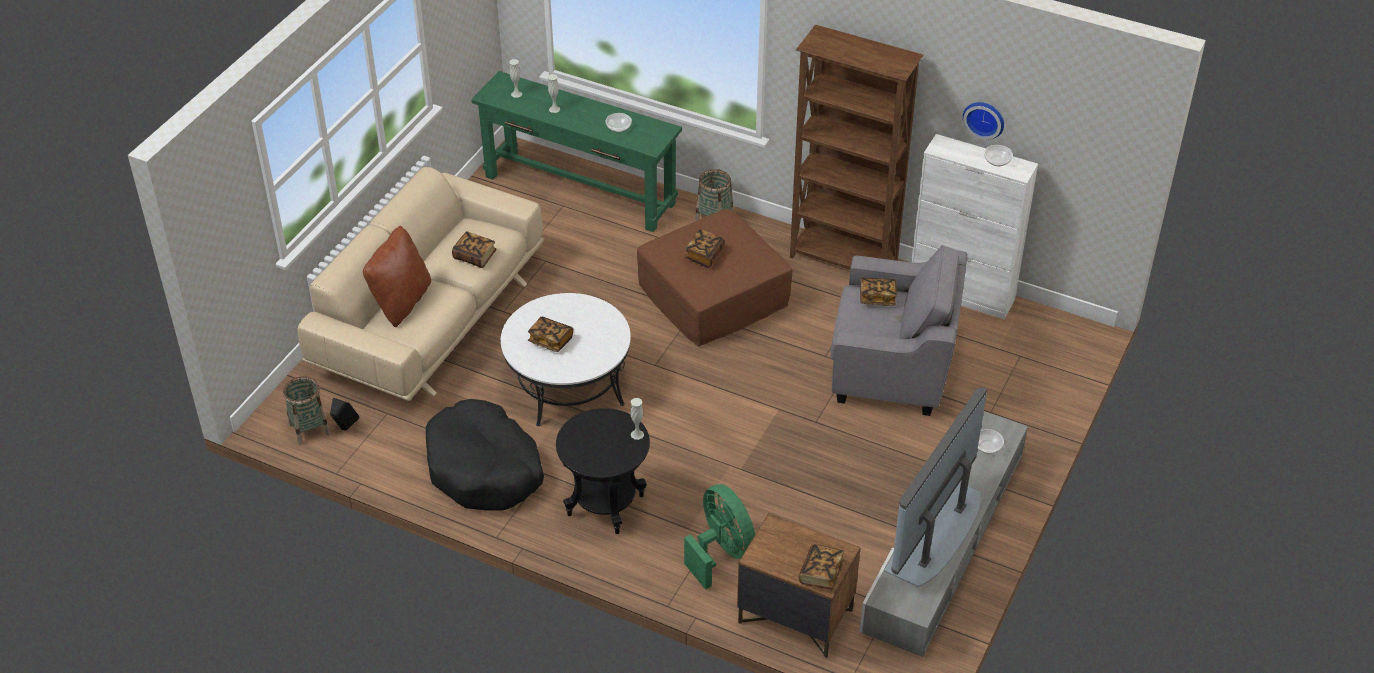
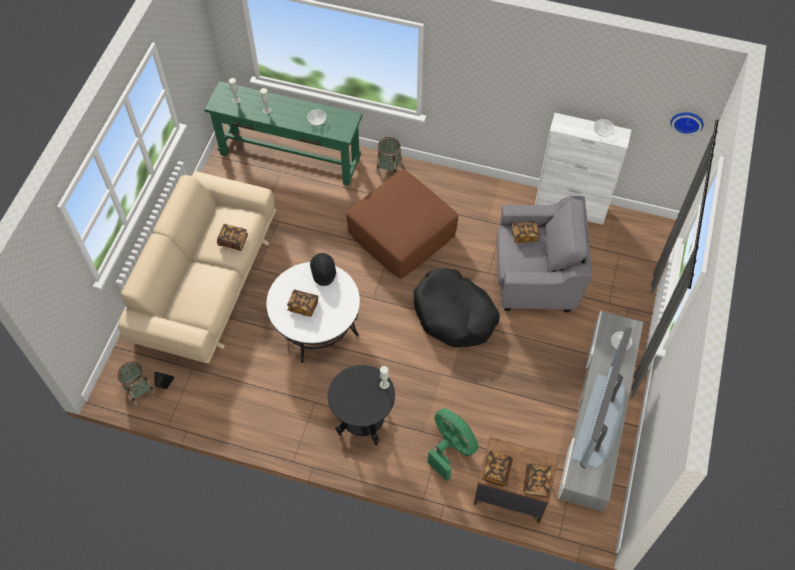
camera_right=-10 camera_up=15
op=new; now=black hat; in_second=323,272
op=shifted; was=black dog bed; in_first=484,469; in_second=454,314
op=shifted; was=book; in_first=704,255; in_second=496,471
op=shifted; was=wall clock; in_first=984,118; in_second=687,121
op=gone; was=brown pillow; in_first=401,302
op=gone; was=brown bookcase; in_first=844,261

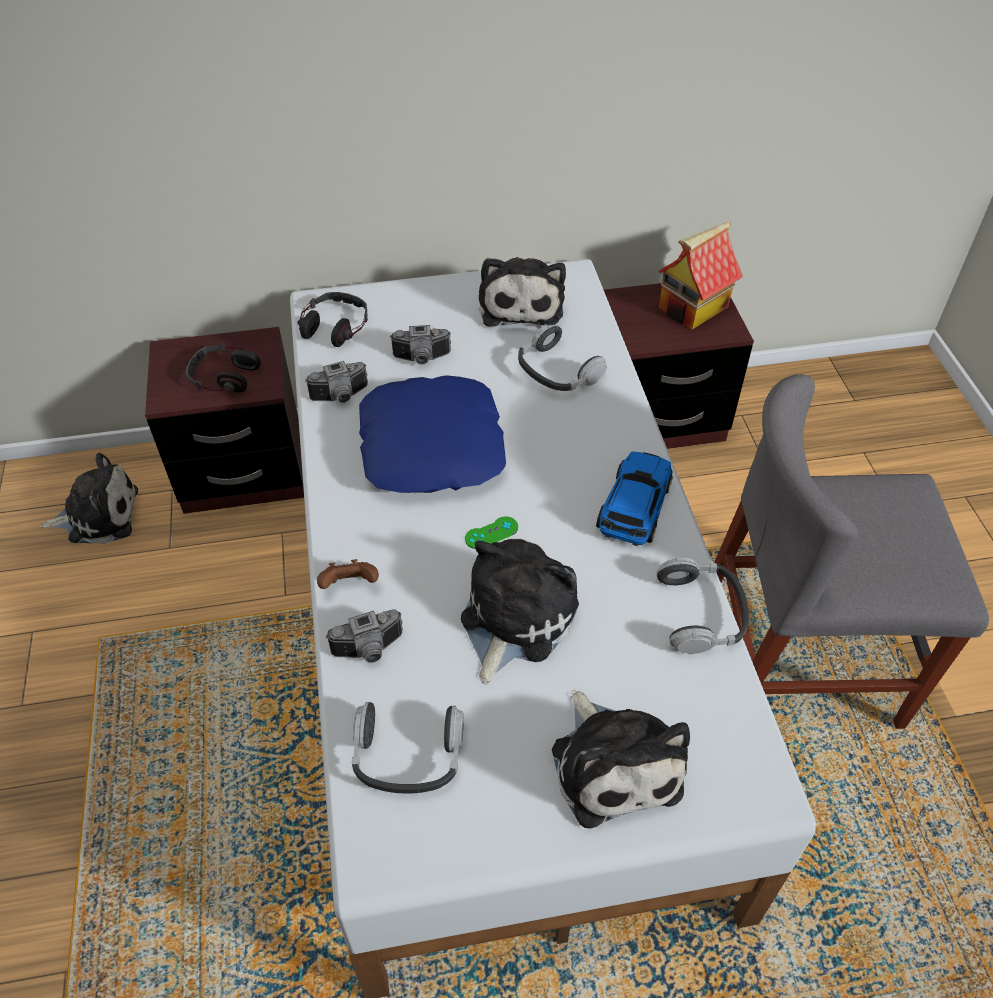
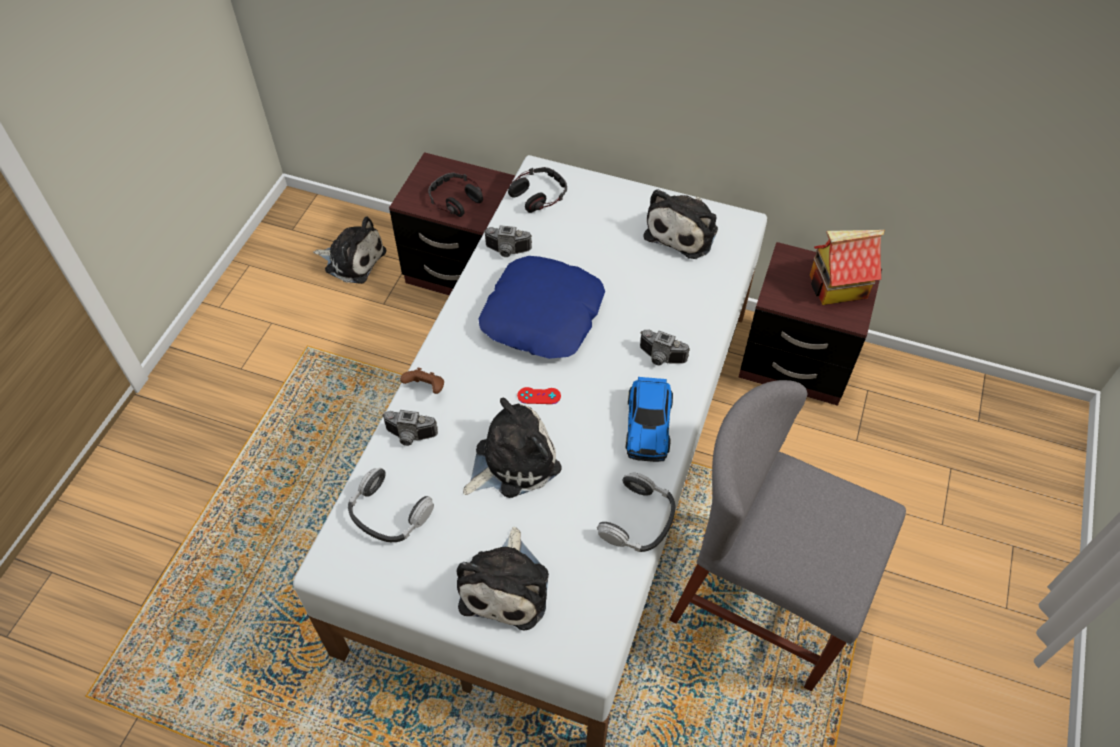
camera_right=30 camera_up=5
op=repainted; was=green game controller; now=red game controller; in_first=491,533; in_second=539,396
op=rotated; was=toy car; in_first=633,508; in_second=648,424; clockwise=135
op=shifted; was=photo camera; in_first=422,359; in_second=660,359
op=gone; was=headphones; in_first=557,371

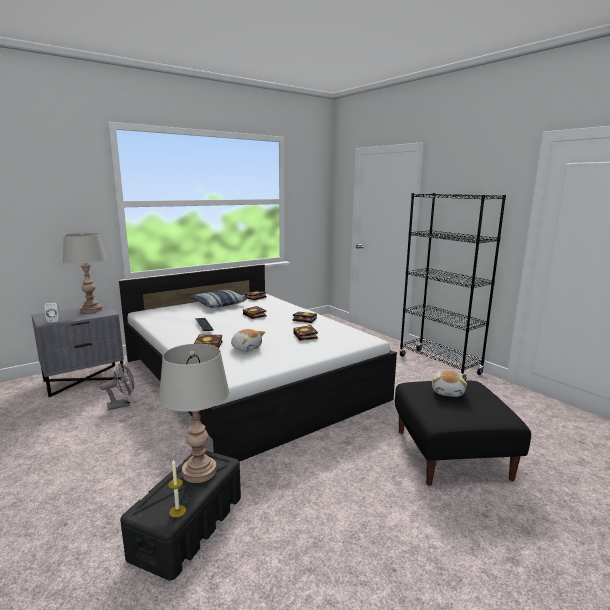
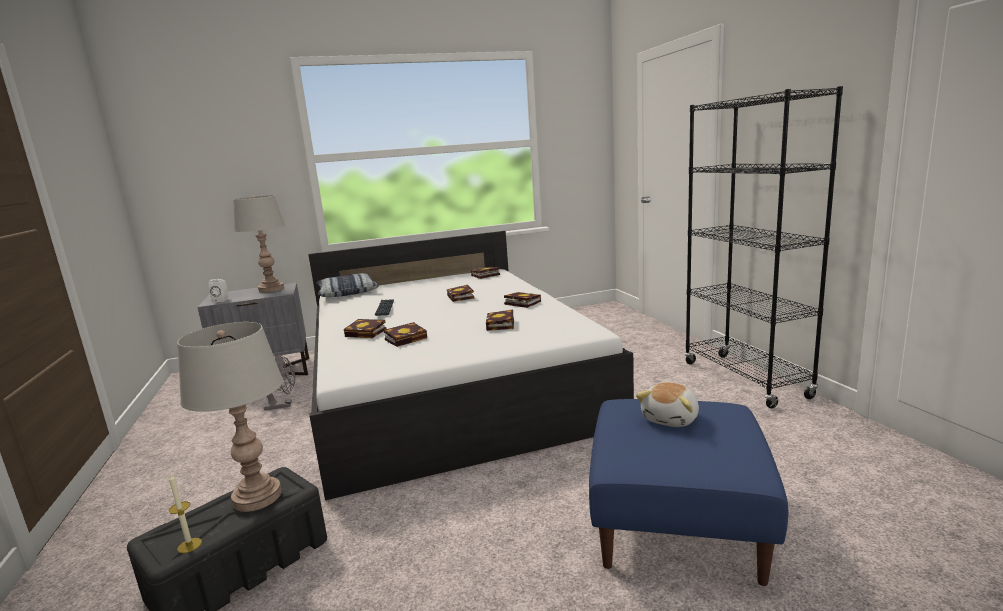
camera_right=20 camera_up=0
op=shifted; was=pillow; in_first=218,304; in_second=347,292
op=swapped; was=plush toy; now=book; in_first=246,348; in_second=407,338
op=repainted; was=black ottoman; now=blue ottoman; in_first=452,454; in_second=678,523

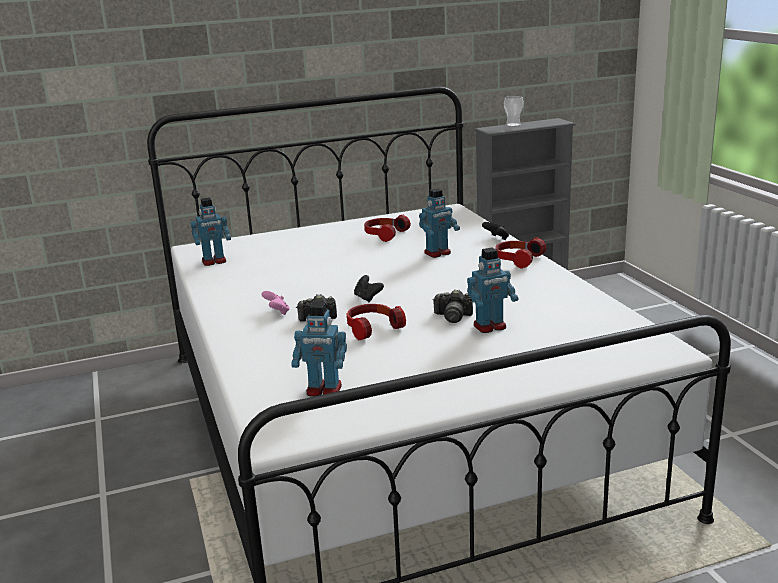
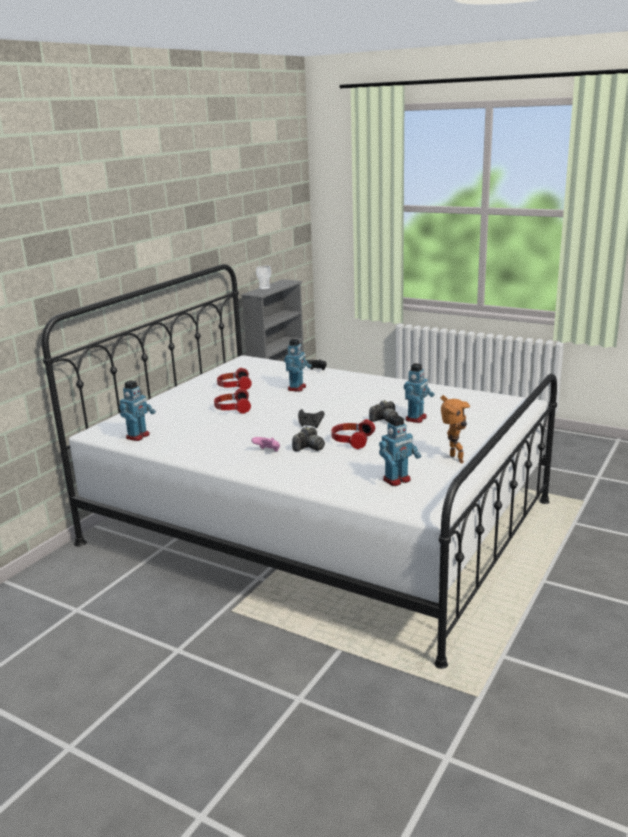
camera_right=-40 camera_up=0
op=shifted; was=headphones; in_first=517,260; in_second=232,408
op=new; now=toy robot; in_second=454,460

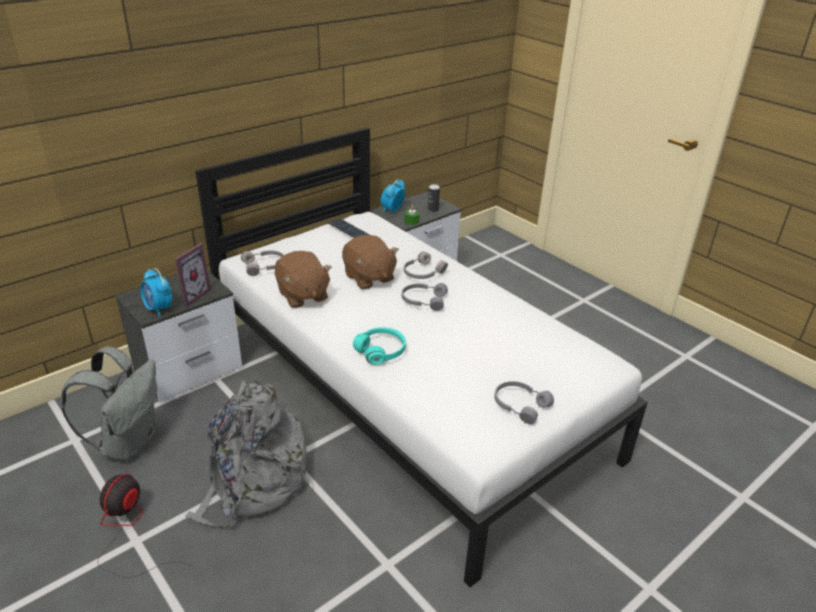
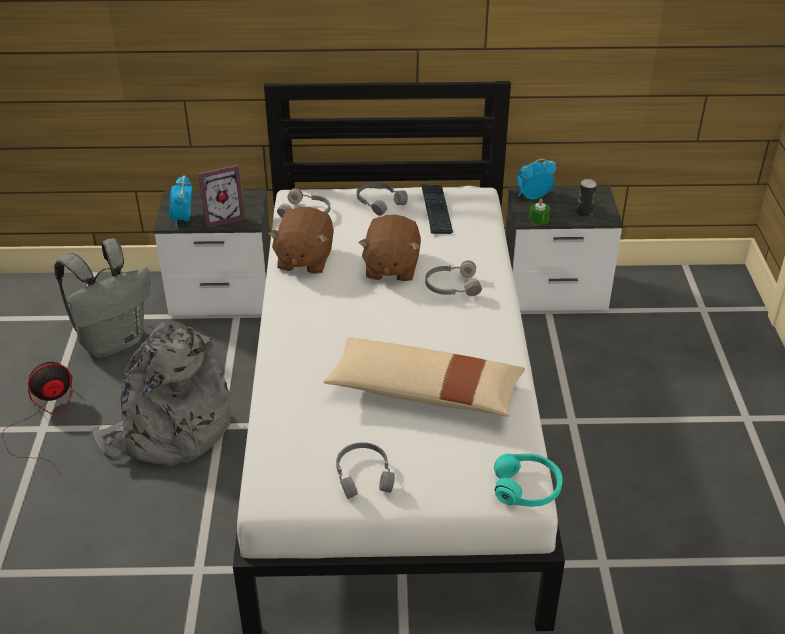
camera_right=40 camera_up=5
op=new; now=beige pillow; in_second=424,392
op=shifted; was=grey headphones; in_first=423,300; in_second=379,202
op=shifted; was=turquoise headphones; in_first=381,351; in_second=527,487

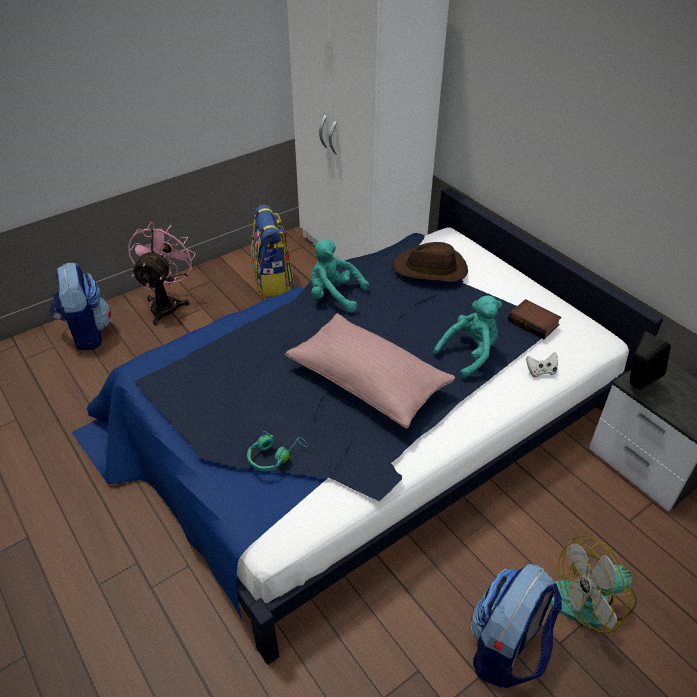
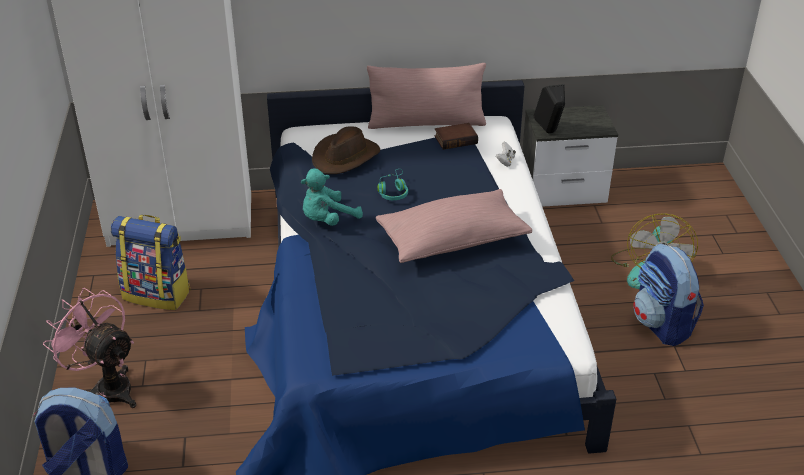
camera_right=-60 camera_up=-5
op=new; now=pink pillow; in_second=426,123
op=shifted; was=turquoise headphones; in_first=274,456; in_second=393,191
op=gone; was=turquoise plush toy; in_first=470,354

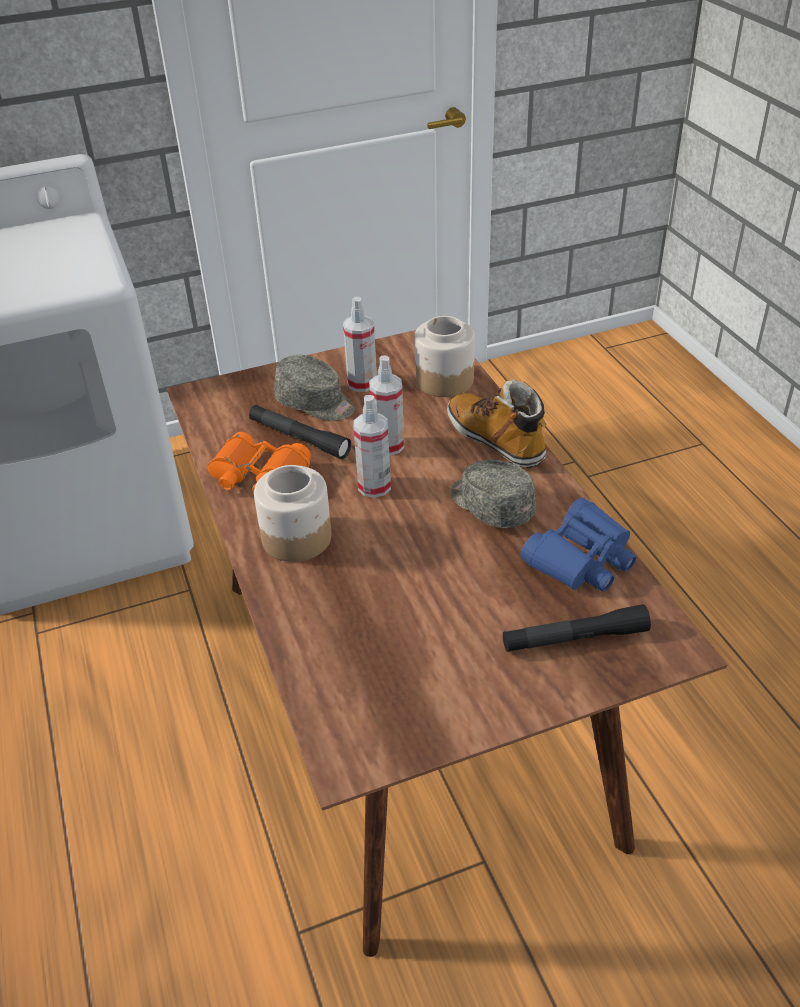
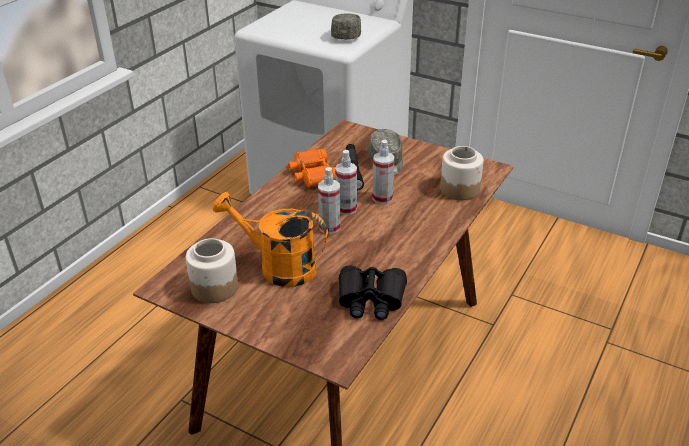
camera_right=50 camera_up=-5
op=shifted; was=jar; in_first=296,538; in_second=214,287
op=new; now=orange watering can; in_second=278,267
op=shifted; was=spray bottle; in_first=362,383; in_second=329,227
op=shifted; was=grey cap; in_first=490,505; in_second=347,35
op=repainted; was=blue binoculars; now=black binoculars; in_first=581,559; in_second=371,299
op=gone; was=boot; in_first=496,440
op=gone; was=black flashlight; in_first=574,638

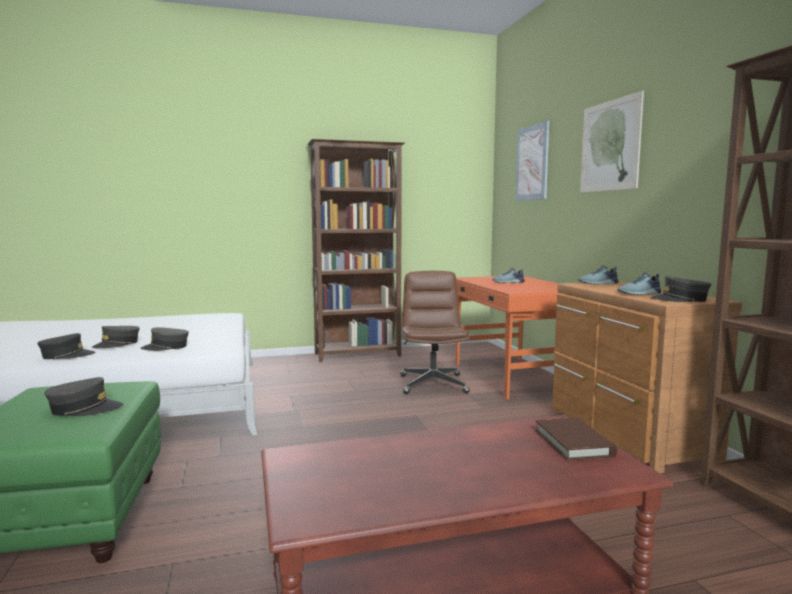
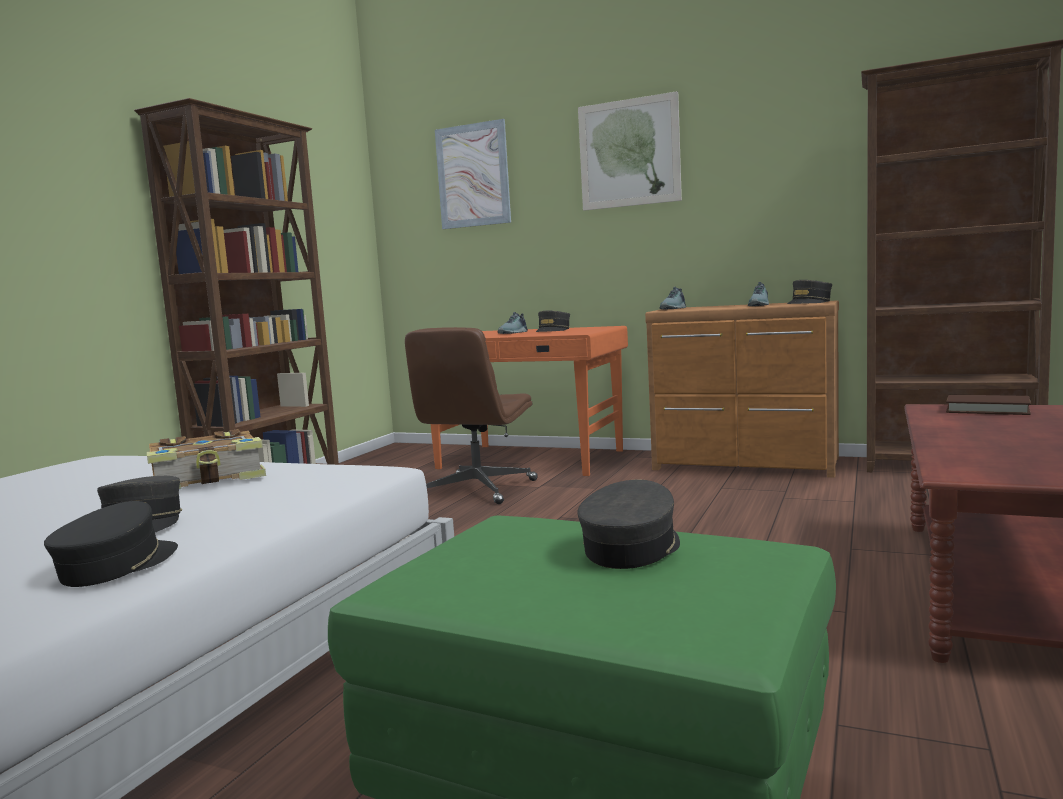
camera_right=-50 camera_up=0
op=new; now=book; in_second=209,478
op=rotated; was=brown office chair; in_first=432,384; in_second=477,490; clockwise=-105
op=shifted; was=grey cap; in_first=166,347; in_second=553,330

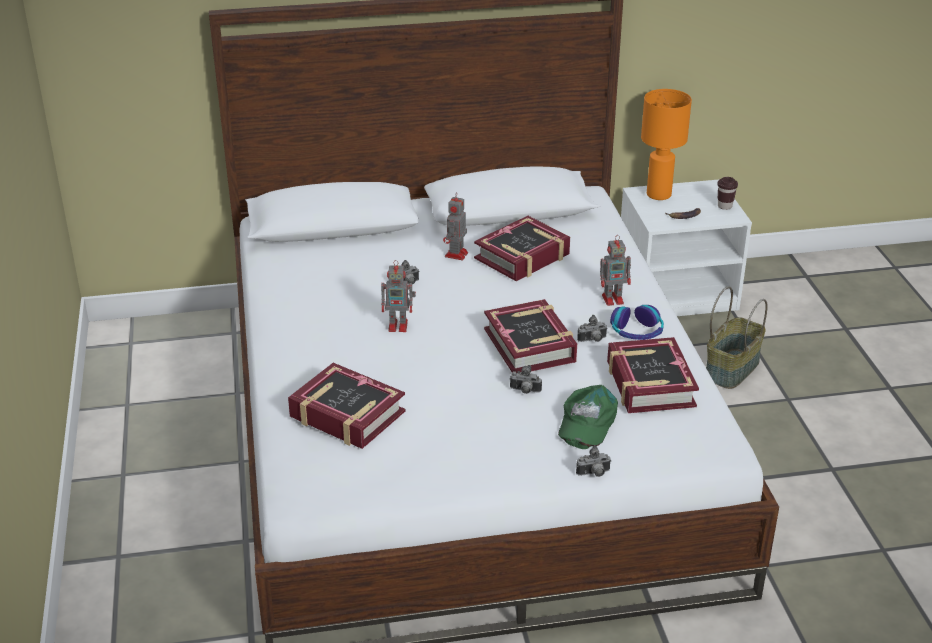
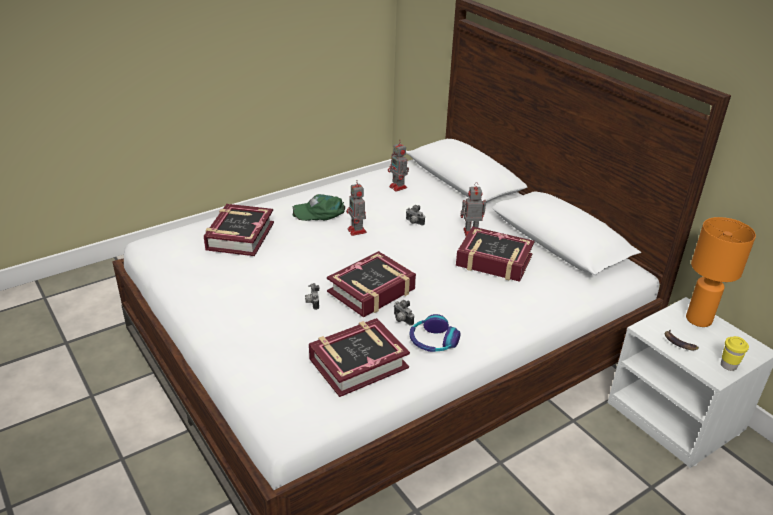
camera_right=65 camera_up=0
op=shifted; was=green cap; in_first=586,422; in_second=320,212
op=shifted; was=toy robot; in_first=614,299; in_second=398,187
op=repainted; was=brown cup; now=yellow cup; in_first=724,206; in_second=728,365
op=gone; was=photo camera; in_first=594,474
op=gone; was=basket; in_first=731,368

